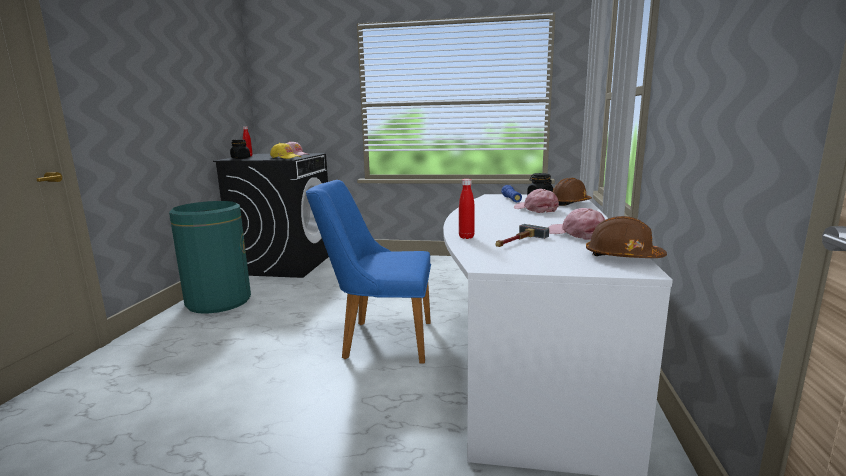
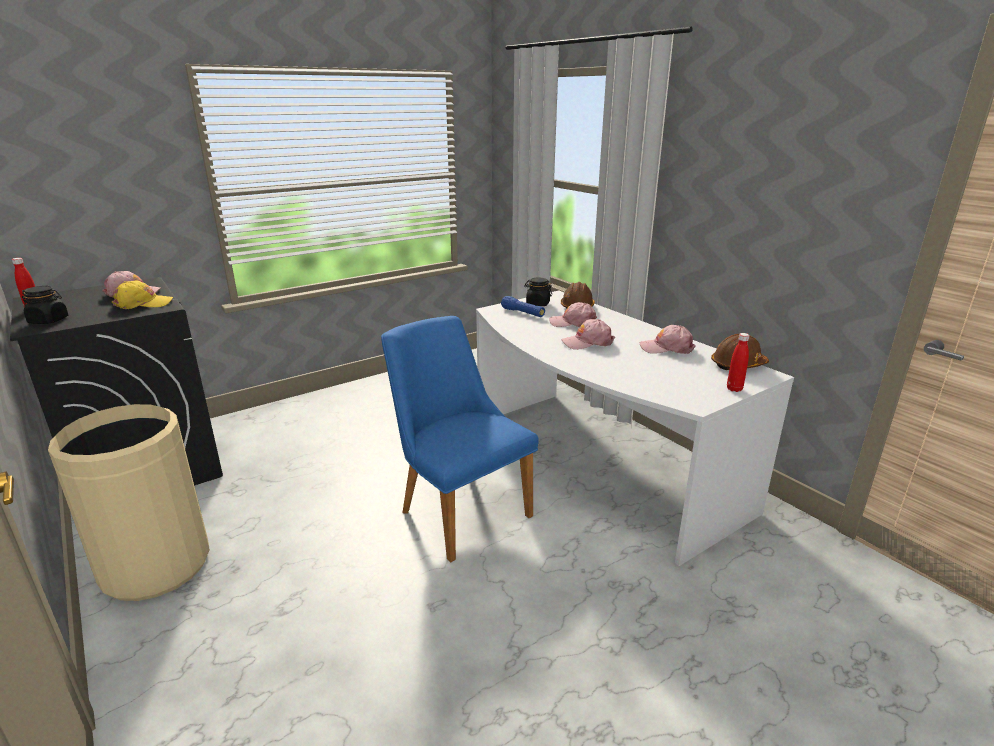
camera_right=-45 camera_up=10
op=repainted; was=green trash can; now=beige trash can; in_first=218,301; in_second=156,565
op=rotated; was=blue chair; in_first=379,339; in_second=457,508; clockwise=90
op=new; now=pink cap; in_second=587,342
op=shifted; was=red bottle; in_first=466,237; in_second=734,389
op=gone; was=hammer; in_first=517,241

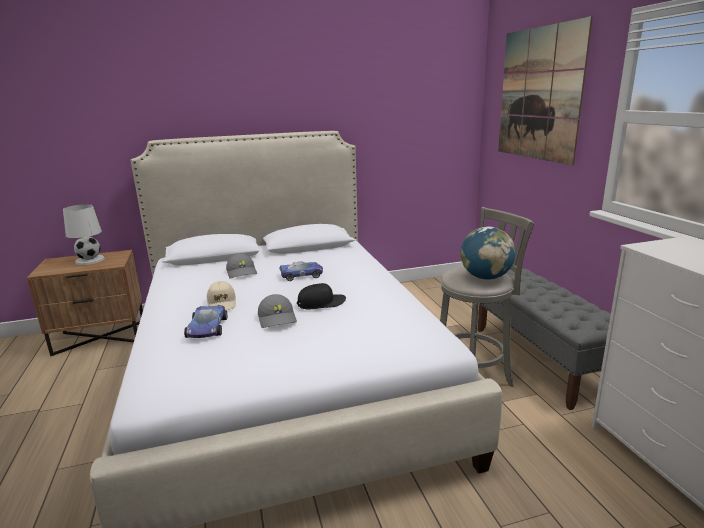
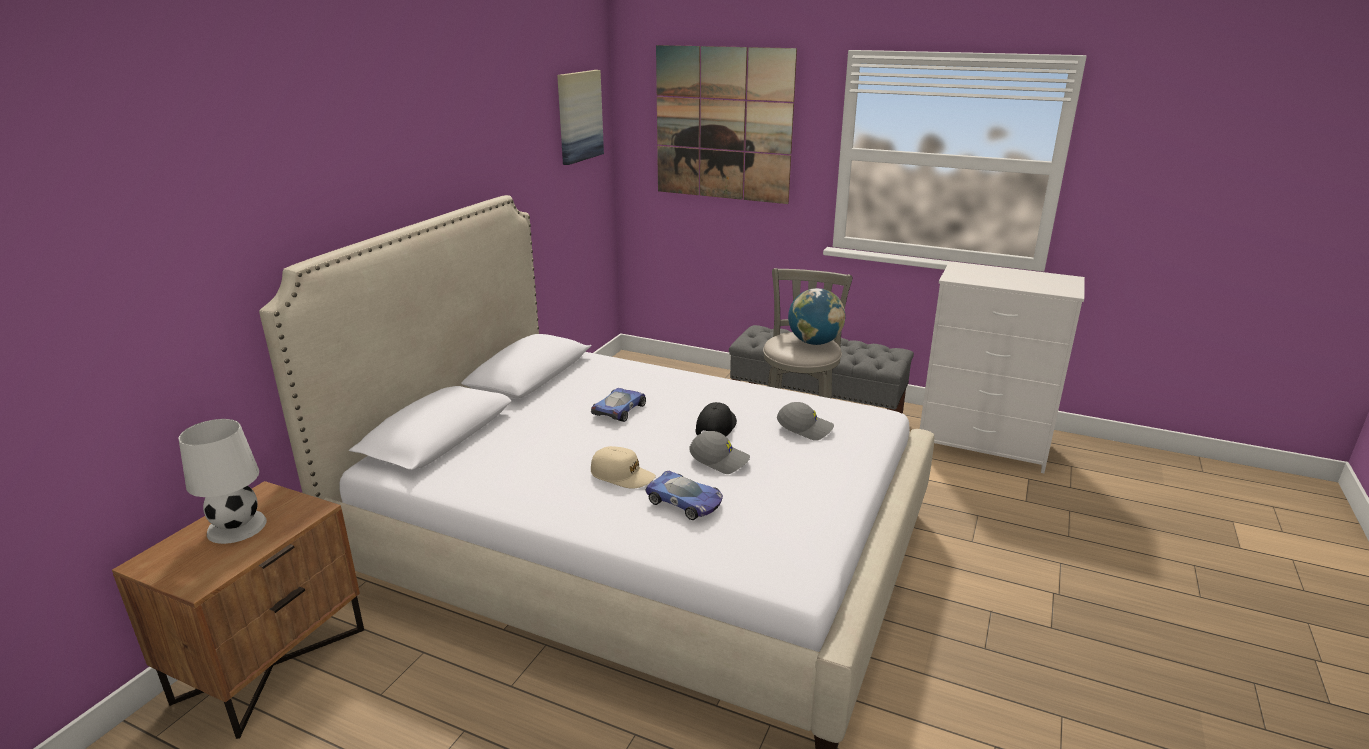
camera_right=-50 camera_up=5
op=new; now=picture; in_second=579,116
op=shifted; was=grey cap; in_first=242,272; in_second=805,428

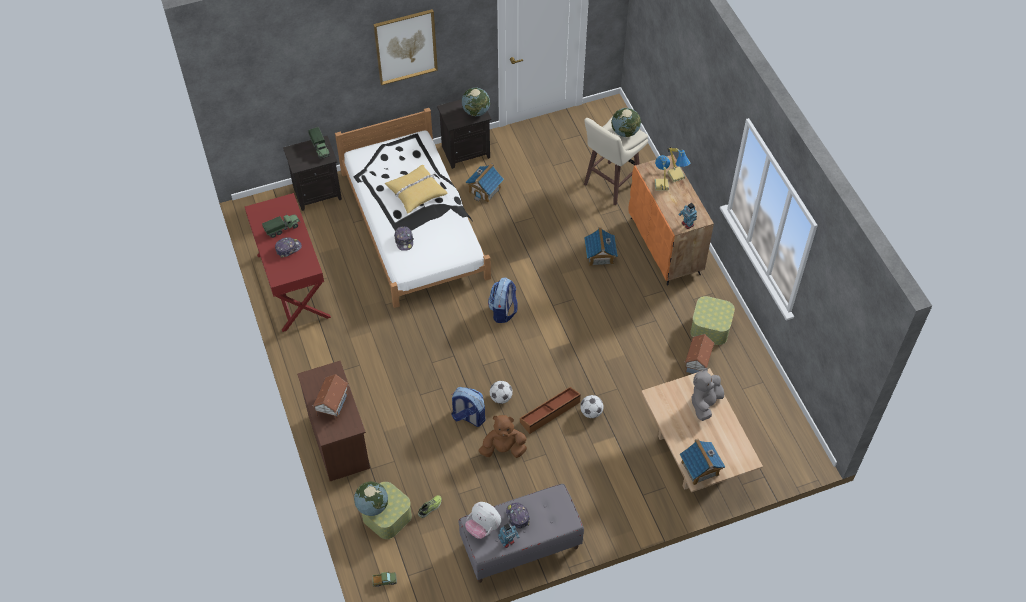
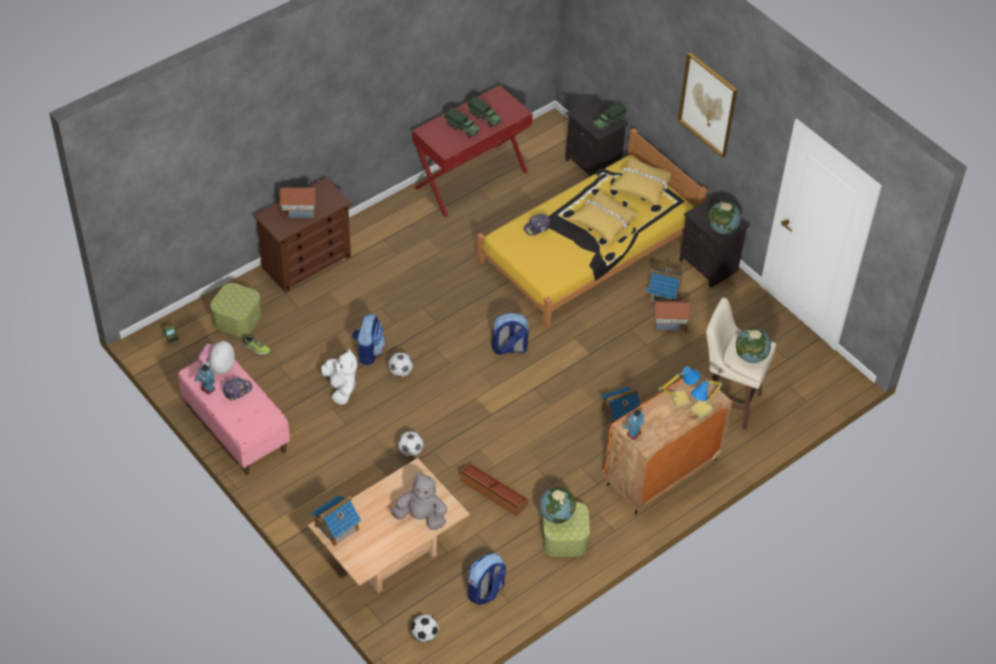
camera_right=70 camera_up=-5
op=repainted; was=grey bench; now=pink bench; in_first=520,546; in_second=235,428
op=repainted; was=brown plush toy; now=white plush toy; in_first=503,449; in_second=341,388
op=new; now=football; in_second=425,635
op=swapped; was=cap; now=toy truck; in_first=288,248; in_second=462,128
op=shifted; was=brown storage box; in_first=550,412; in_second=493,493
op=new; now=backpack; in_second=485,591
op=repainted; was=white bed; now=yellow bed; in_first=413,224; in_second=589,248
op=shifted; was=globe; in_first=372,506; in_second=556,515
op=new; now=yellow pillow; in_second=642,185
op=shifted; was=toy house; in_first=698,363; in_second=669,324

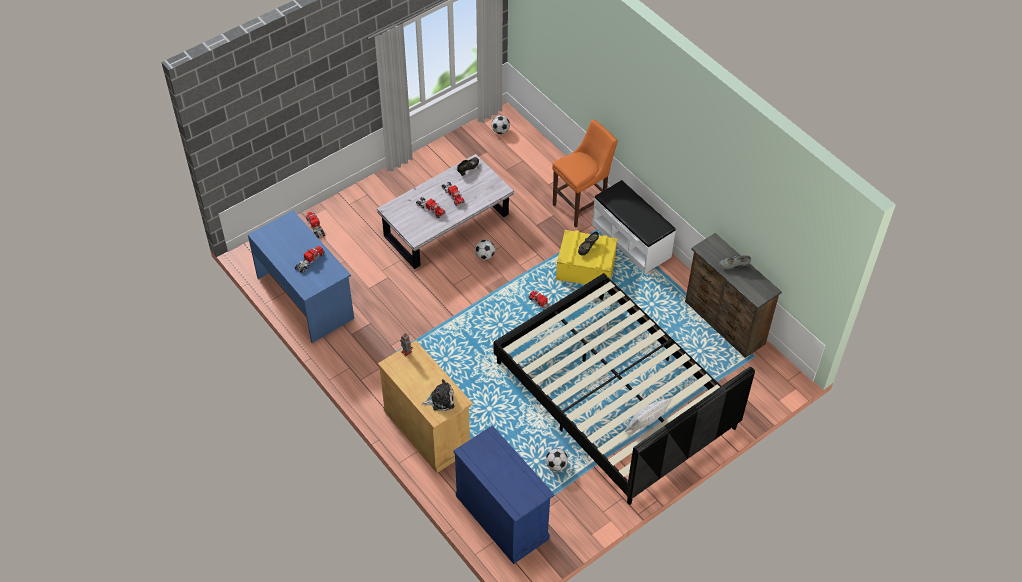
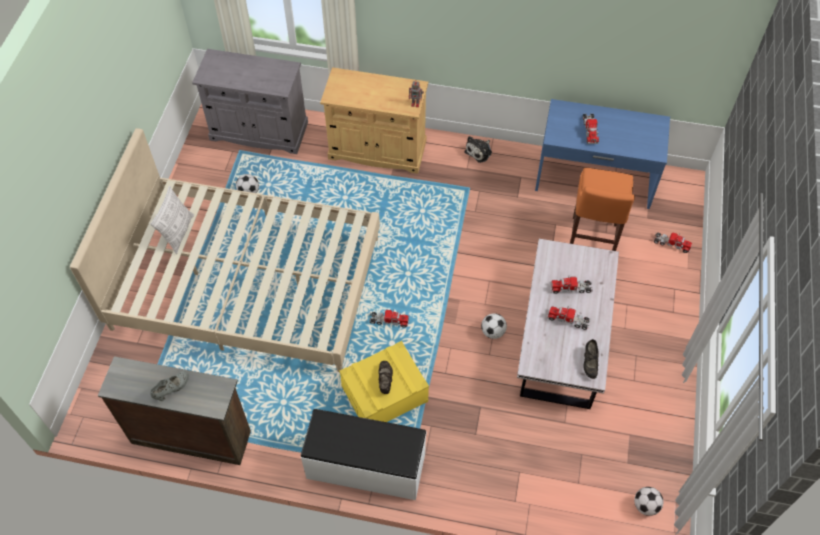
camera_right=140 camera_up=5
op=repainted; was=black bed; now=beige bed; in_first=614,396; in_second=246,282
op=repainted; was=blue cabinet; now=grey cabinet; in_first=502,517; in_second=259,131
op=shifted; was=plush toy; in_first=440,400; in_second=479,151
op=shifted; was=orange stool; in_first=581,206; in_second=591,241

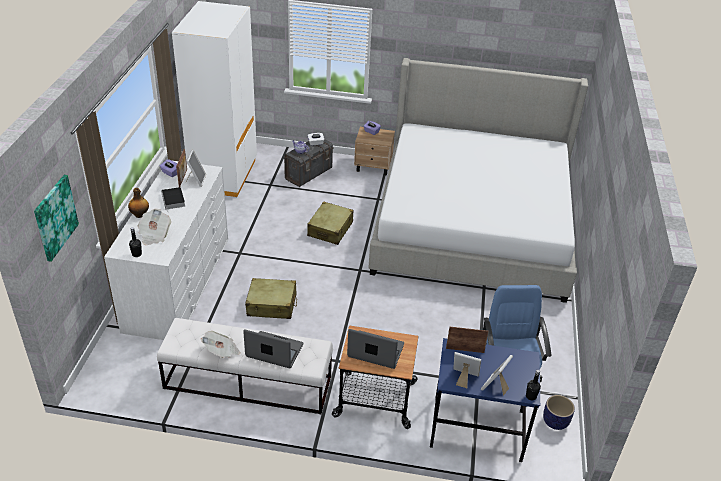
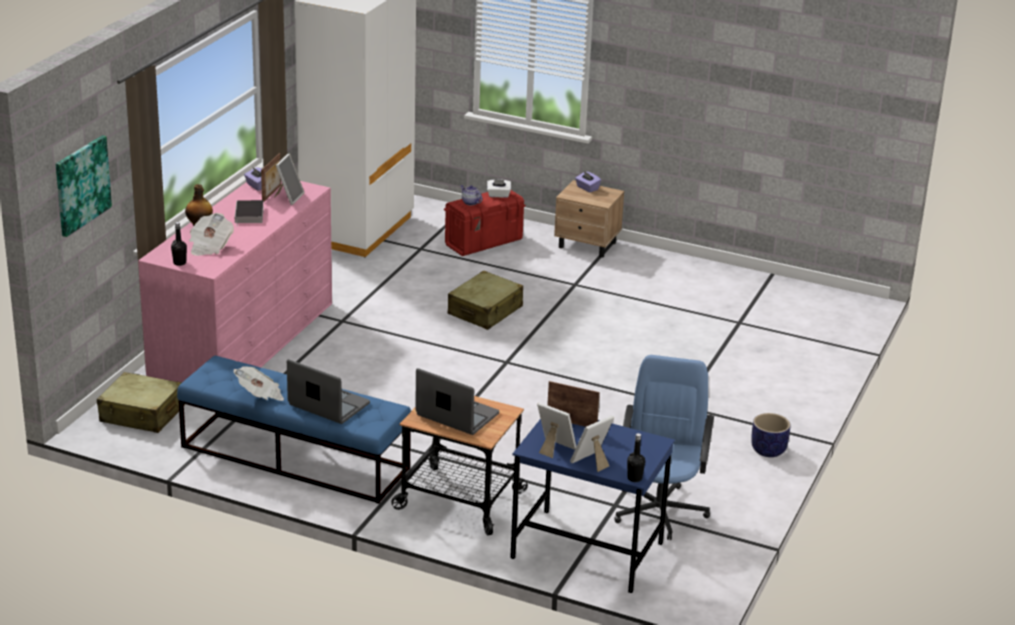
camera_right=15 camera_up=-10
op=shifted; was=beige suitcase; in_first=272,305; in_second=142,414
op=repainted; was=white dresser; now=pink dresser; in_first=178,283; in_second=243,342
op=repainted; was=white bench; now=blue bench; in_first=247,382; in_second=294,457
op=repainted; was=grey storage box; now=red storage box; in_first=309,173; in_second=484,242
op=shifted; was=planter; in_first=555,422; in_second=768,451
op=gone; was=bed; in_first=472,225

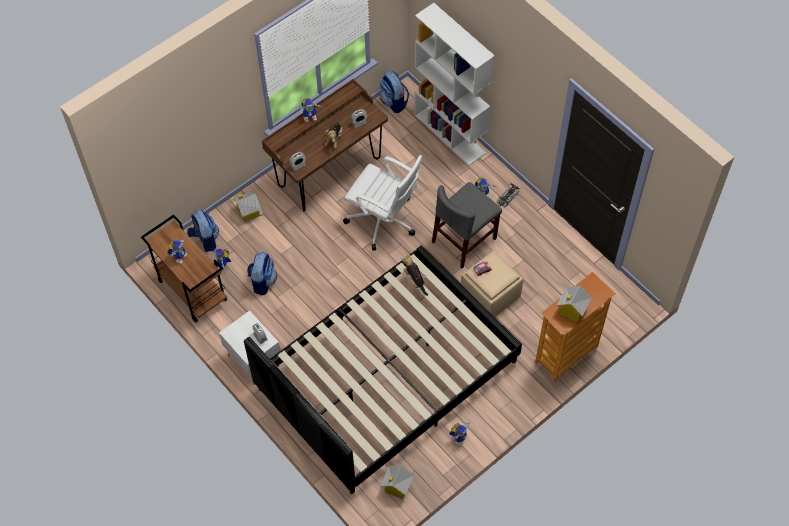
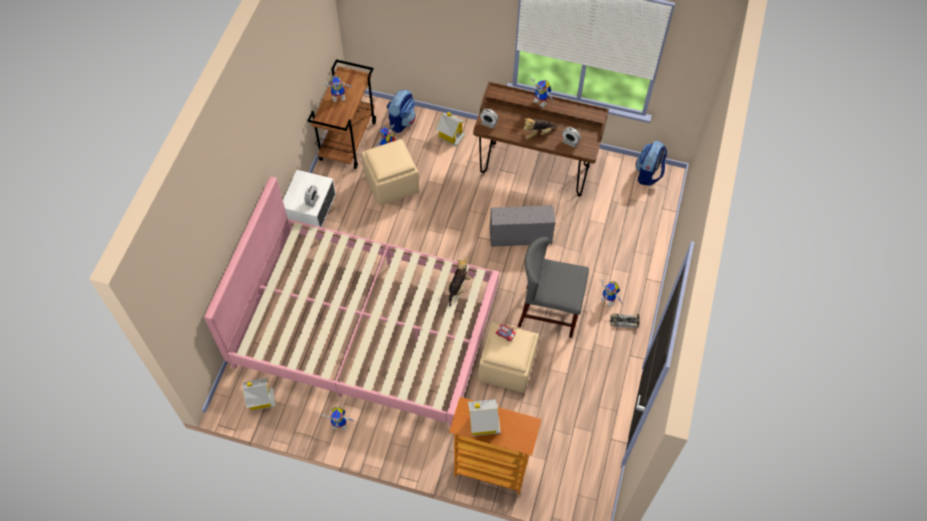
camera_right=55 camera_up=0
op=repainted; was=black bed; now=pink bed; in_first=387,375; in_second=365,328
op=swapped; was=backpack; now=beige ottoman; in_first=262,281; in_second=392,183
op=swapped; was=white office chair; now=grey storage box; in_first=383,220; in_second=519,237
op=gone; was=white bookcase; in_first=450,134

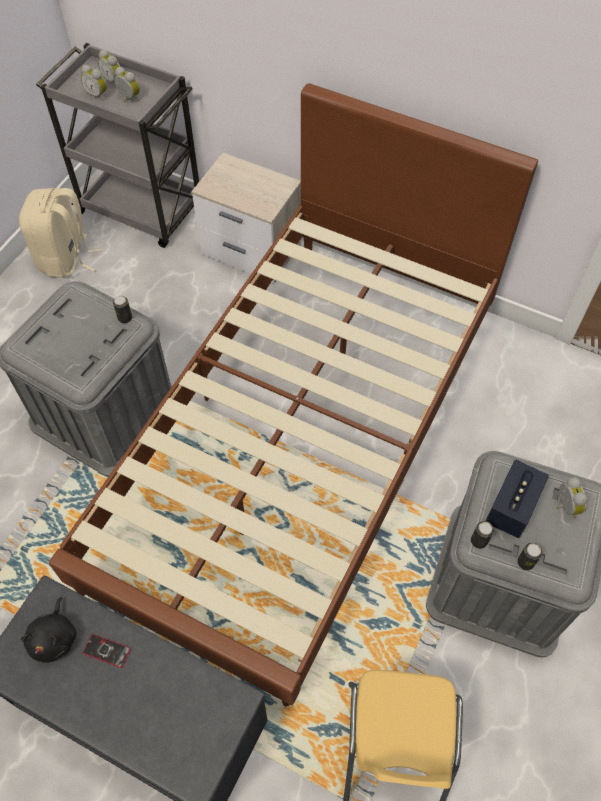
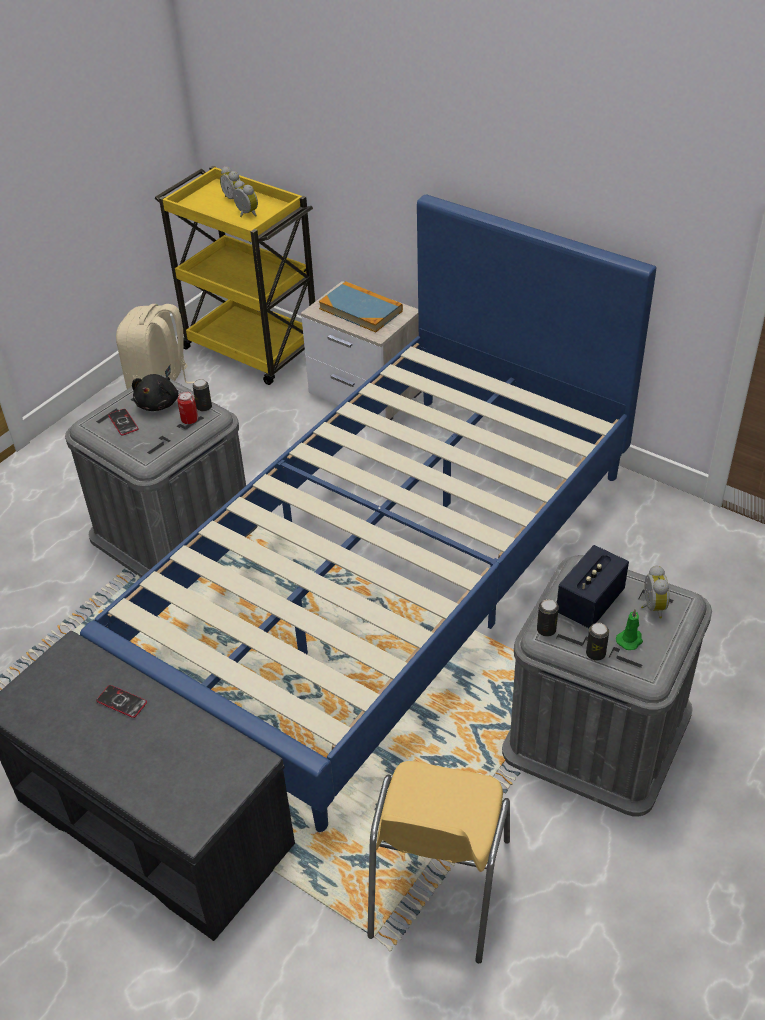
camera_right=10 camera_up=-15
op=repainted; was=brown bed; now=blue bed; in_first=301,442; in_second=386,577
op=new; now=phone; in_second=123,422
op=shifted; was=black plush toy; in_first=54,638; in_second=159,403
op=repainted; was=grey cart; now=yellow cart; in_first=142,210; in_second=253,349
op=new; now=can; in_second=189,420
op=new; now=book; in_second=361,310
op=new; now=green candle; in_second=630,640
op=gone; was=alarm clock; in_first=98,94

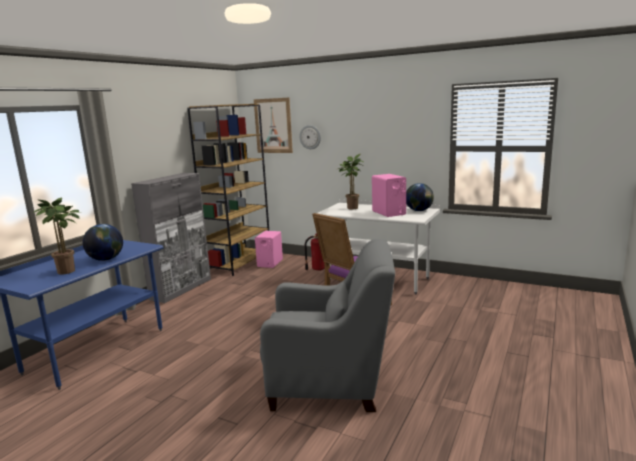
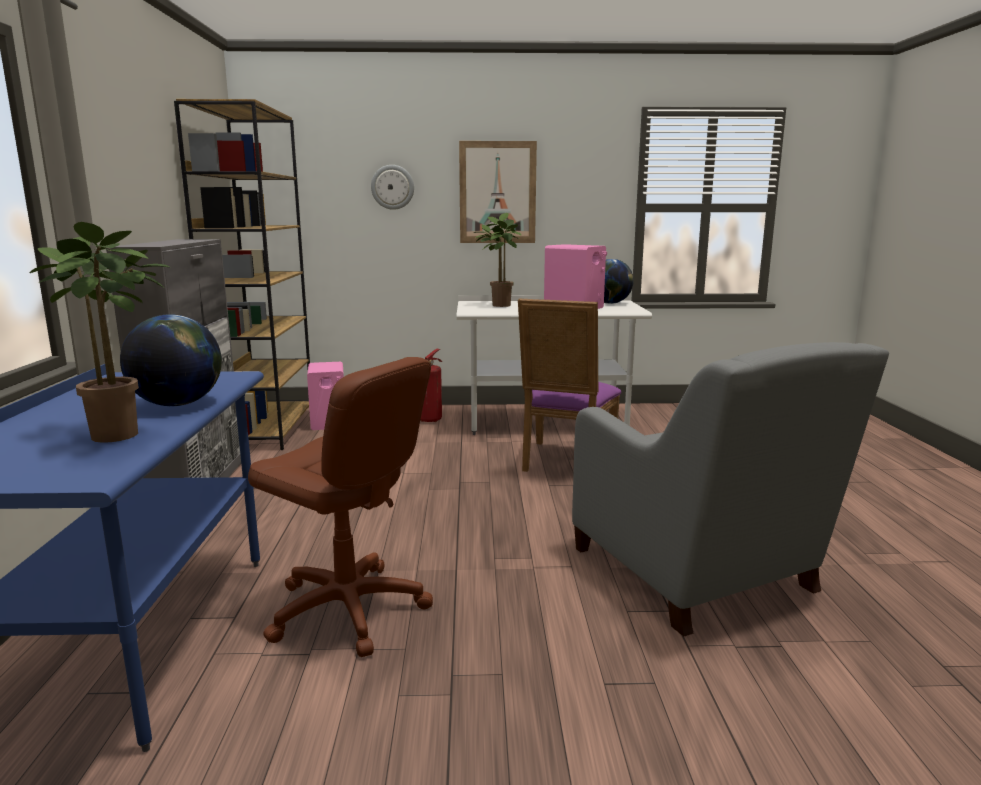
camera_right=-30 camera_up=0
op=new; now=brown office chair; in_second=347,610
op=shifted; was=picture; in_first=273,126; in_second=497,192
op=rotated; was=grey armchair; in_first=330,382; in_second=697,573; clockwise=90

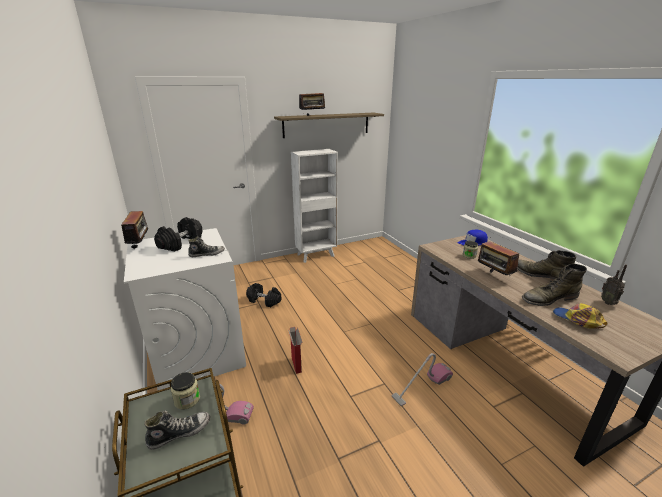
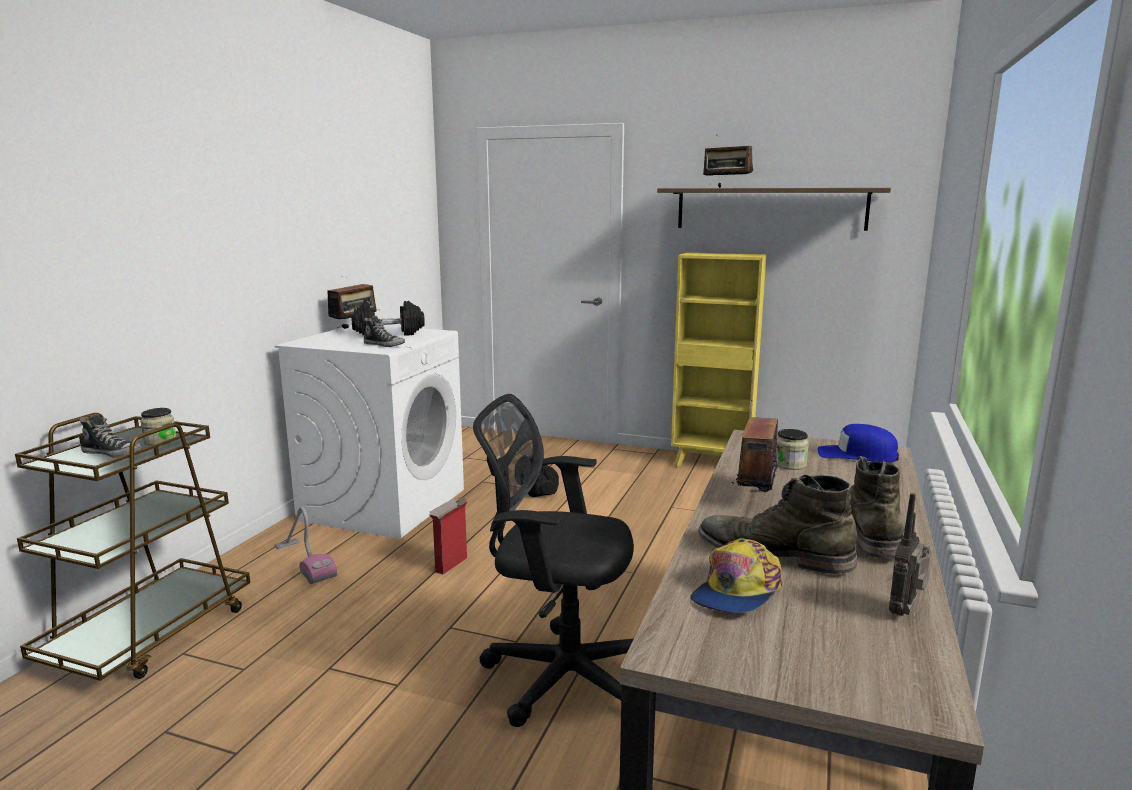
camera_right=45 camera_up=-10
op=swapped; was=vacuum cleaner; now=black office chair; in_first=422,386; in_second=561,676
op=repainted; was=white bookcase; now=yellow bookcase; in_first=316,255; in_second=712,464
op=rotated; was=cap; in_first=577,320; in_second=737,591; clockwise=-150

